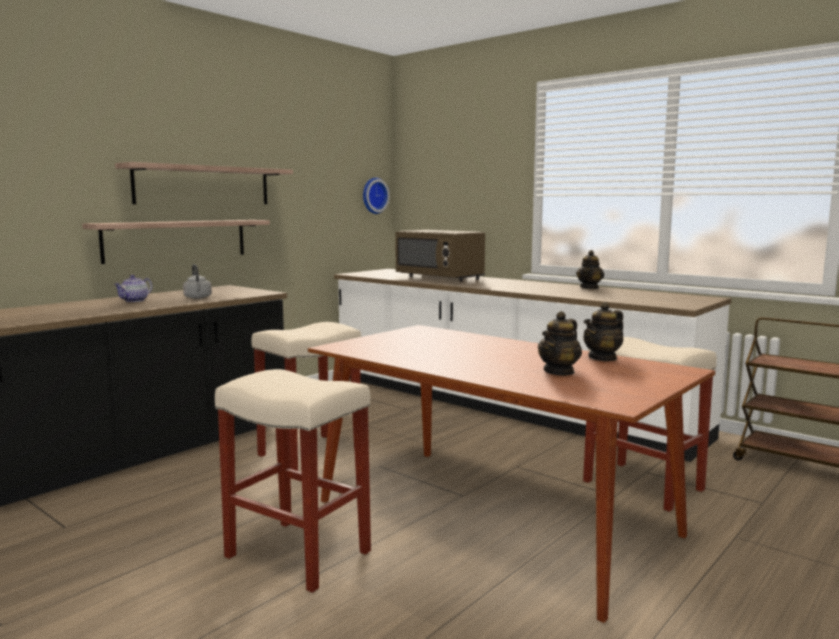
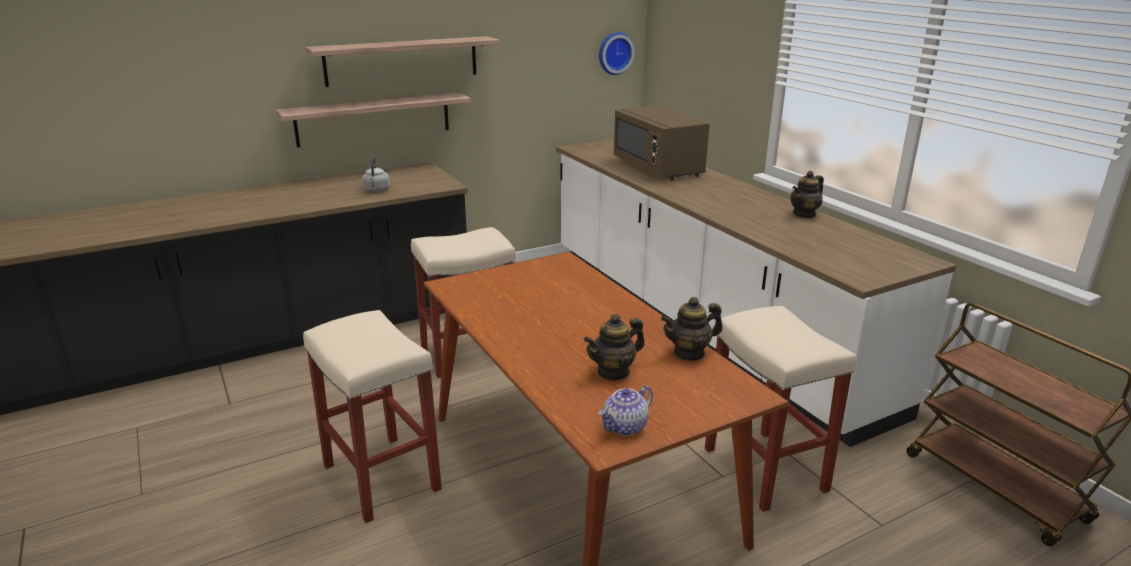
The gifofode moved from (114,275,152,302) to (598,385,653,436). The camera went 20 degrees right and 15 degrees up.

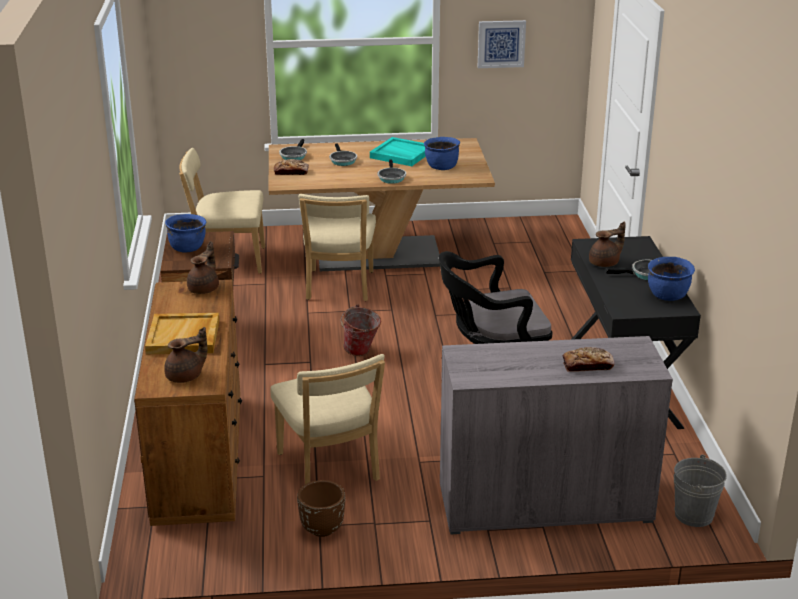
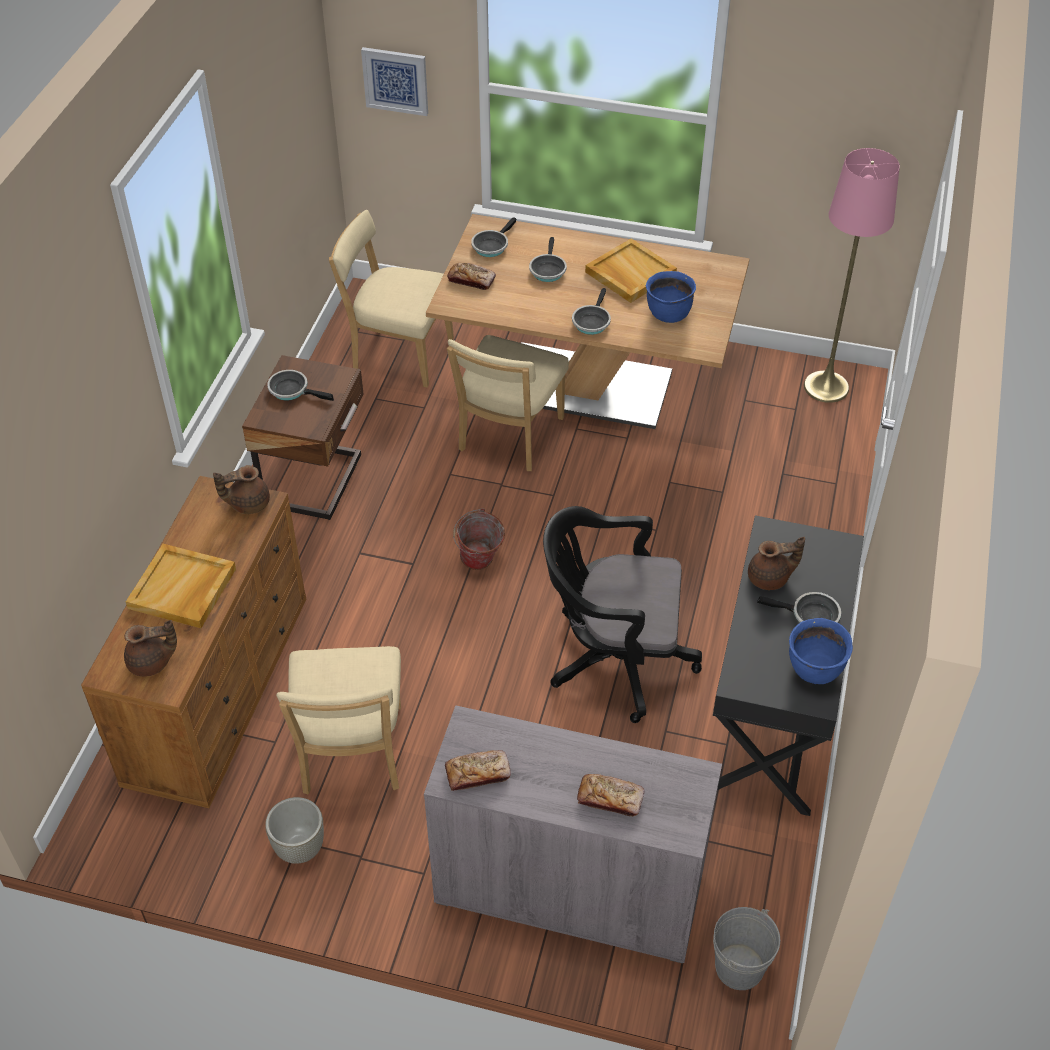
The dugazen moved from (478,20,526,68) to (361,47,428,116). The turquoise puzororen at (370,137,426,166) became the beige puzororen at (585,238,677,303). The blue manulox at (165,214,206,252) was replaced by the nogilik at (267,370,334,401). The brown gifofode at (187,241,219,294) turned 150 degrees counterclockwise. The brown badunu at (297,480,345,537) became the grey badunu at (265,797,324,864). The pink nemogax at (804,148,900,403) appeared. The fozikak at (445,750,511,791) appeared. The camera went 20 degrees right and 20 degrees up.

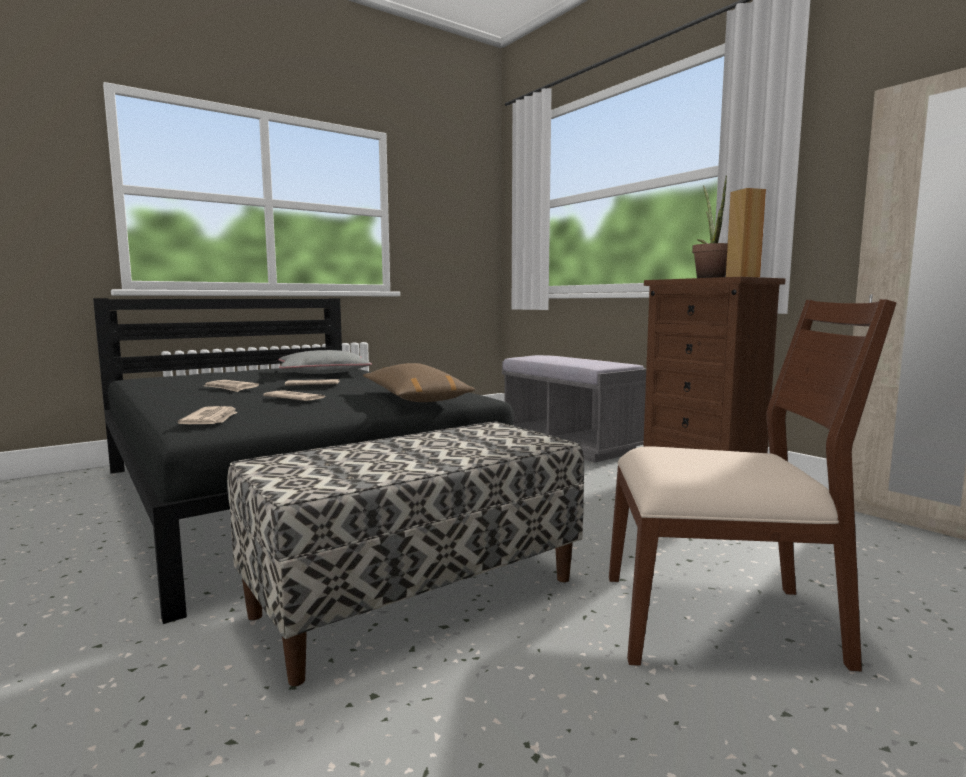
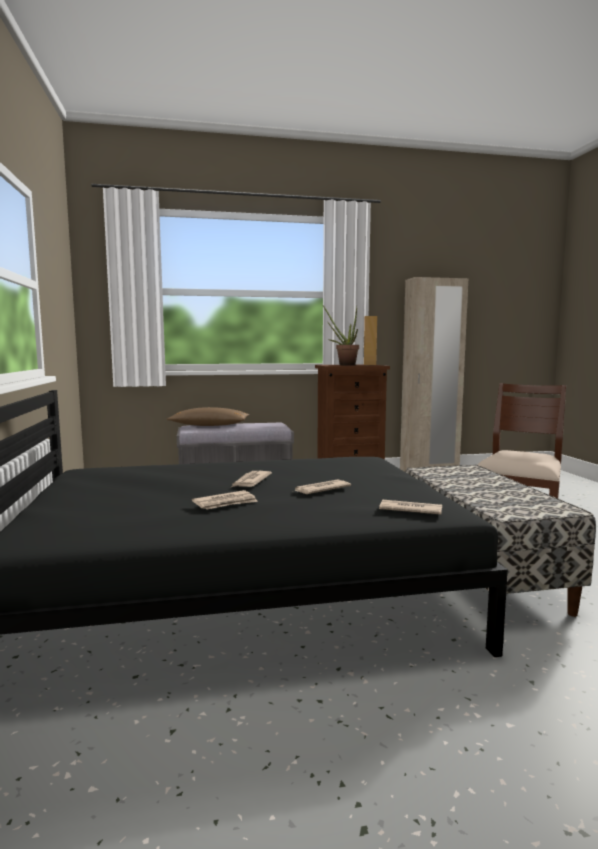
The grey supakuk at (278,350,372,374) disappeared. The brown supakuk moved from (363,363,475,402) to (166,407,250,426). The camera went 65 degrees left and 0 degrees up.

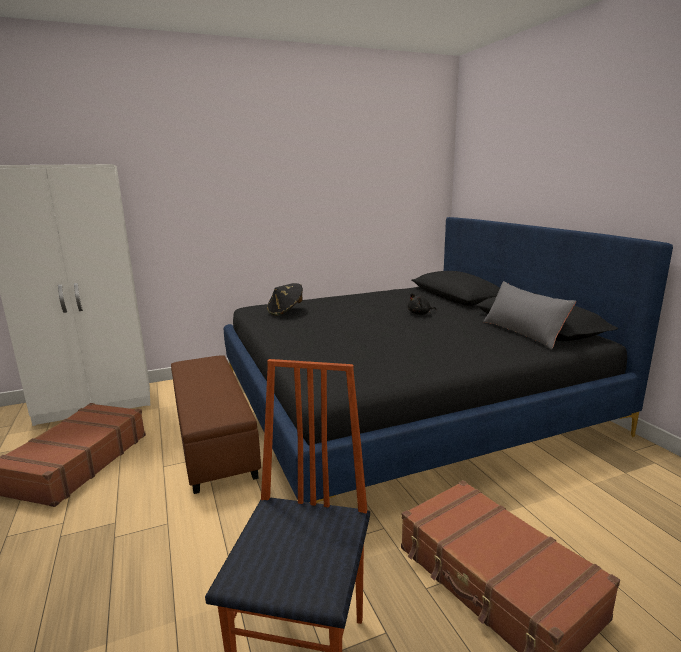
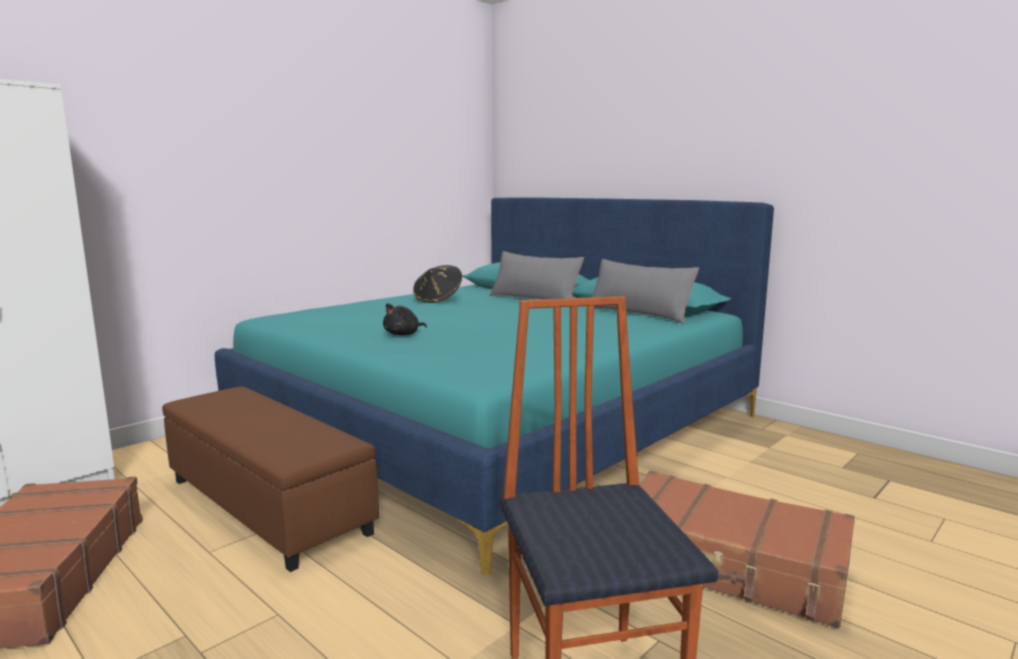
The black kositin at (224,217,673,503) became the turquoise kositin at (215,197,774,576). The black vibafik moved from (267,283,303,315) to (413,265,462,303). The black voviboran moved from (408,293,437,315) to (383,303,427,335). The grey supakuk at (489,251,584,299) appeared. The camera went 25 degrees left and 5 degrees down.

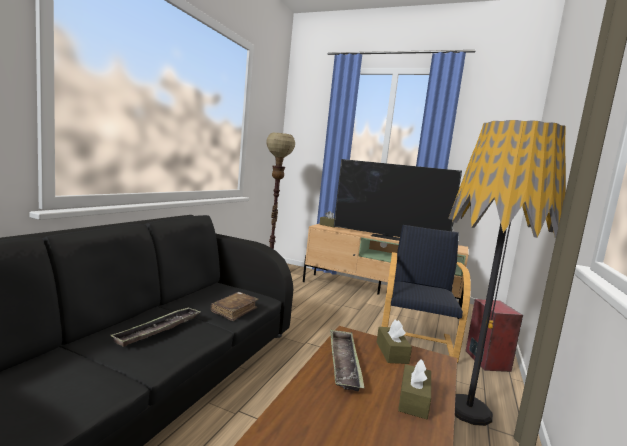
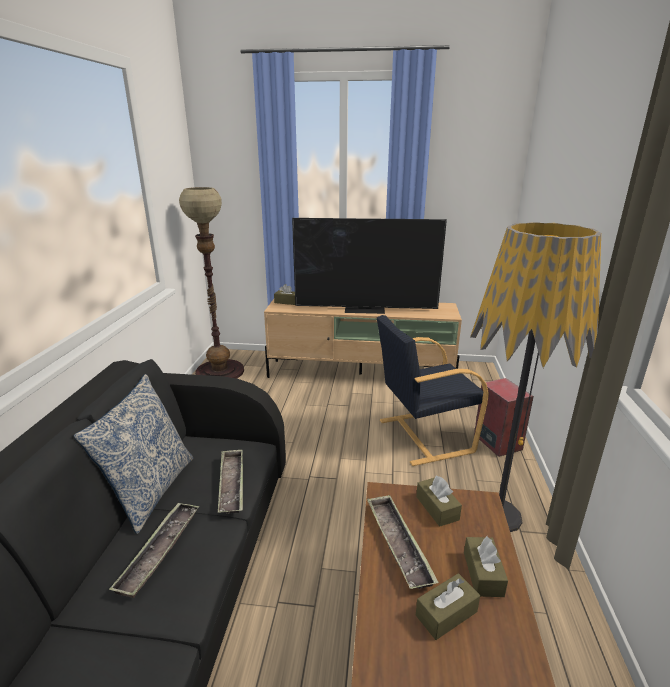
The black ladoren at (381,225,471,363) turned 105 degrees counterclockwise. The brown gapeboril at (211,292,259,321) was replaced by the puzororen at (218,449,243,514). The supakuk at (73,374,193,534) appeared. The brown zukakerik at (416,573,480,640) appeared. The camera went 15 degrees left and 15 degrees up.

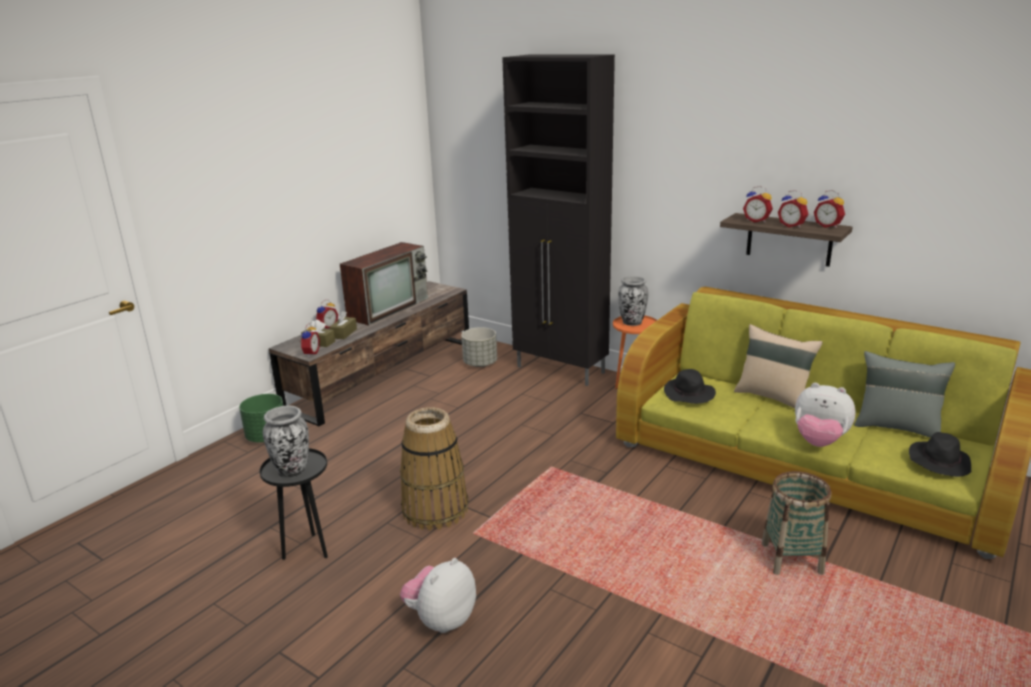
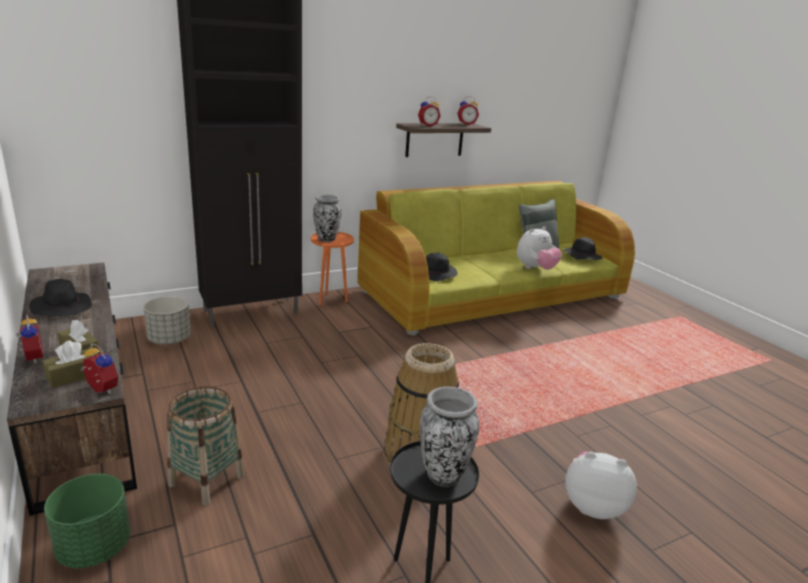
The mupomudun at (778,190,808,228) disappeared. The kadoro at (340,242,428,326) was replaced by the black vibafik at (29,279,92,317). The beige supakuk at (734,324,823,409) disappeared. The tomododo moved from (761,471,831,575) to (167,386,244,506). The voviboran at (400,558,476,633) turned 135 degrees clockwise. The camera went 65 degrees left and 0 degrees up.

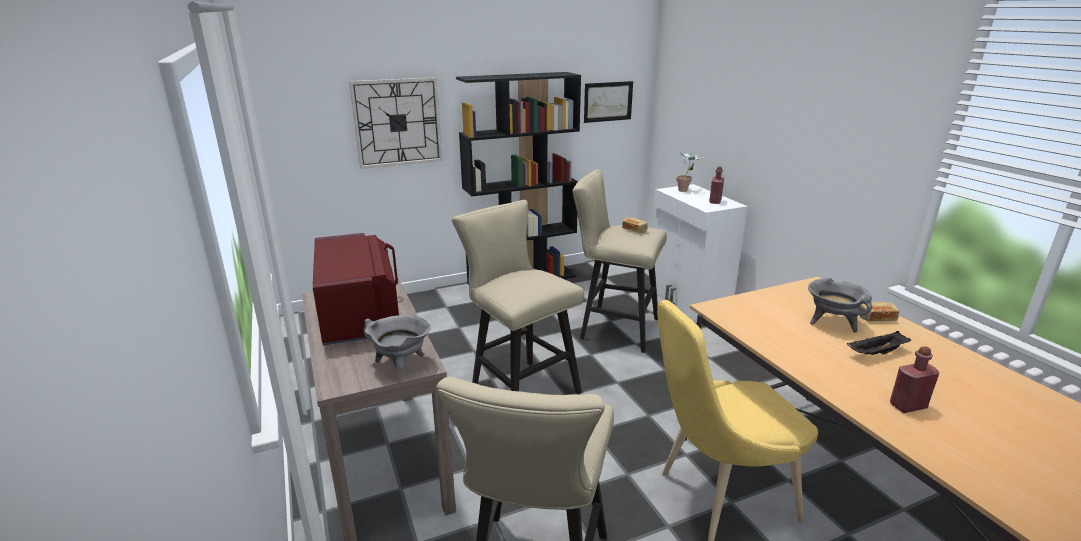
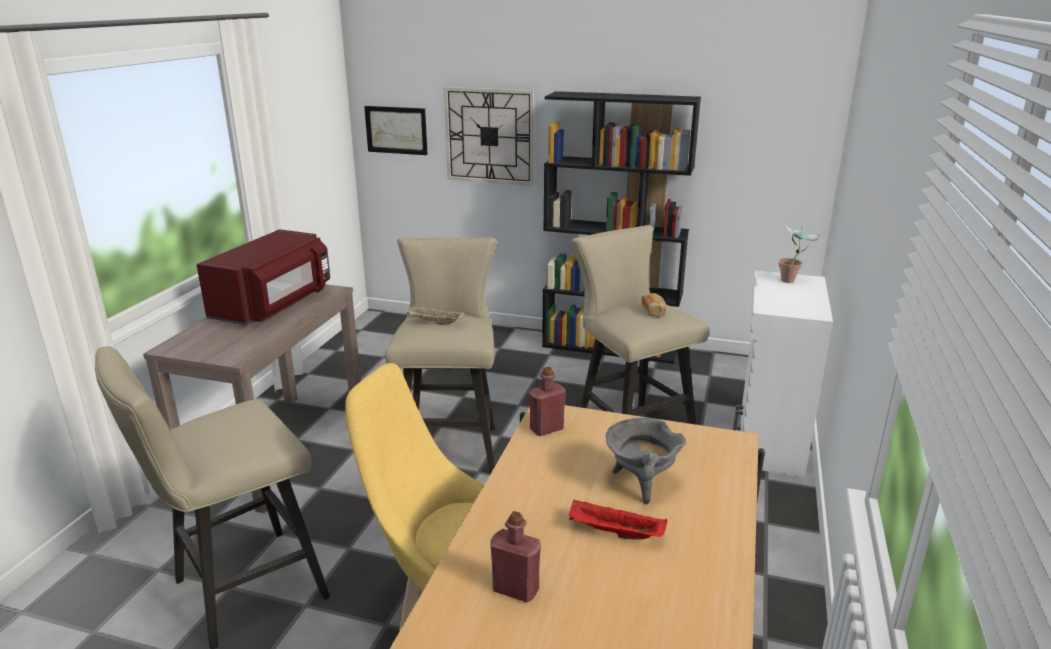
The dugazen moved from (584,81,633,123) to (364,106,428,155). The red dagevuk moved from (709,166,724,204) to (529,367,566,436). The fozikak at (860,302,899,321) disappeared. The grey manulox at (364,315,431,369) disappeared. The black puzororen at (847,331,911,355) became the red puzororen at (569,499,667,540). The beige puzororen at (407,306,466,325) appeared. The camera went 40 degrees right and 0 degrees up.

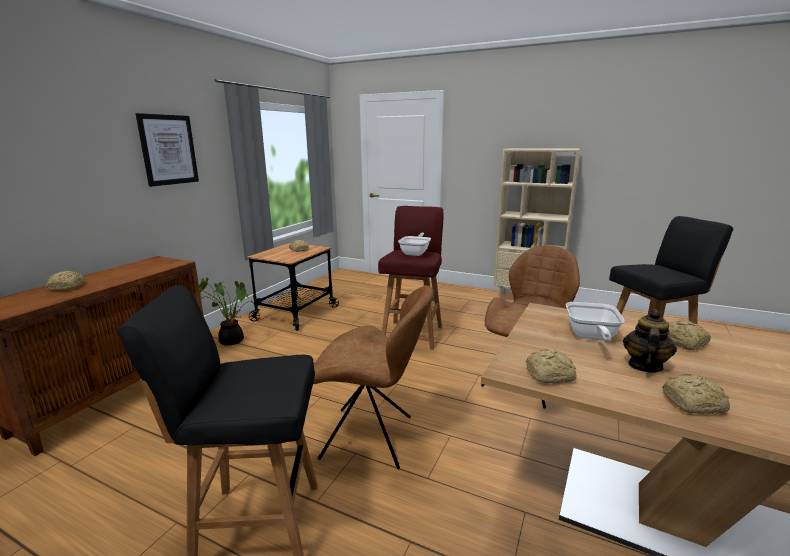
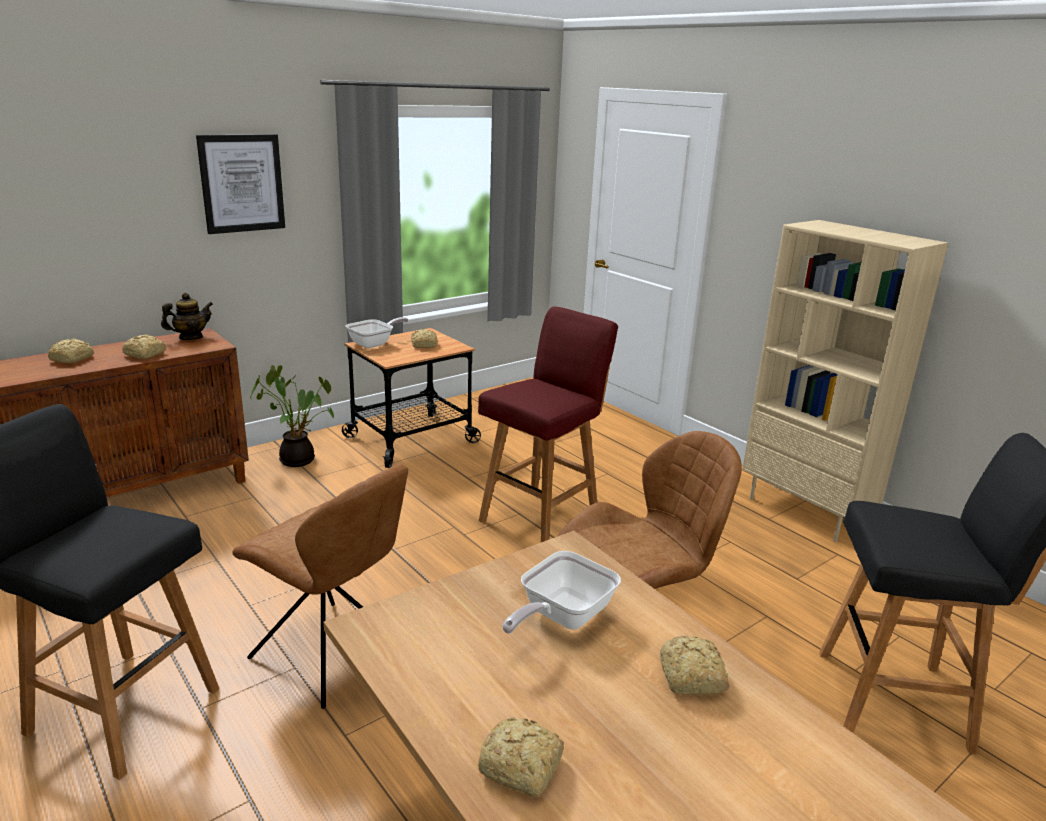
The nogilik moved from (398,233,431,256) to (346,317,408,348). The gifofode moved from (623,309,677,372) to (161,293,213,340). The fozikak moved from (526,349,577,383) to (122,334,166,359). The camera went 25 degrees right and 5 degrees up.

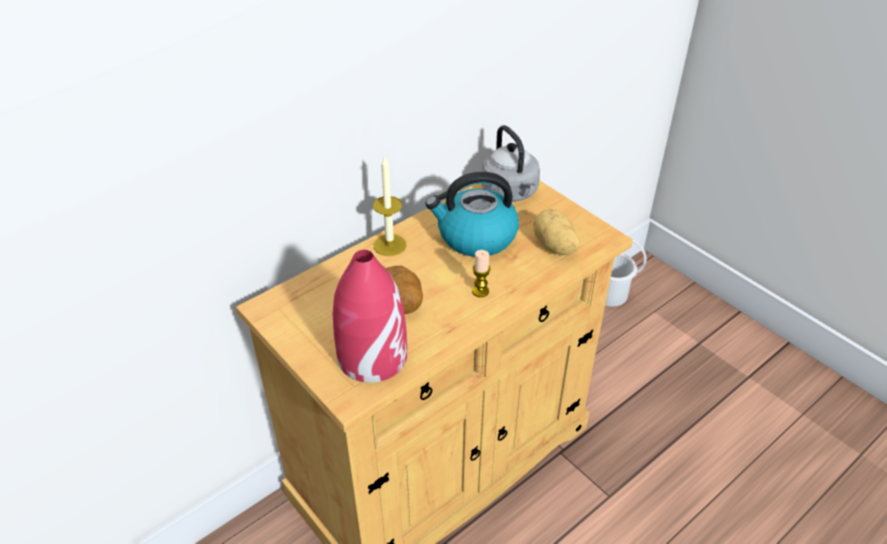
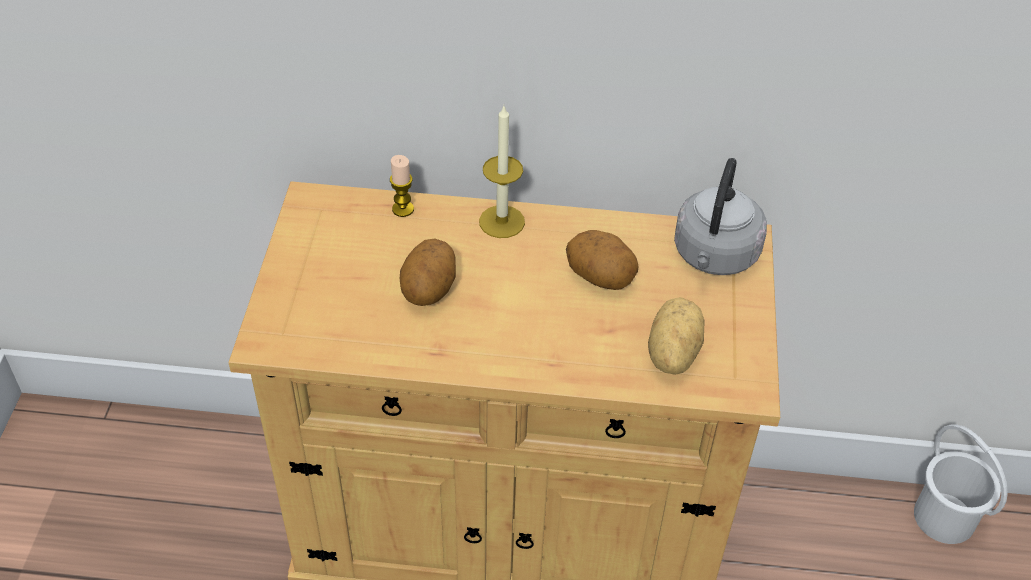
The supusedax at (425,172,519,257) was replaced by the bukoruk at (566,230,639,290). The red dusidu at (333,250,407,383) disappeared. The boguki moved from (472,250,491,297) to (390,155,414,217). The camera went 45 degrees right and 5 degrees up.

